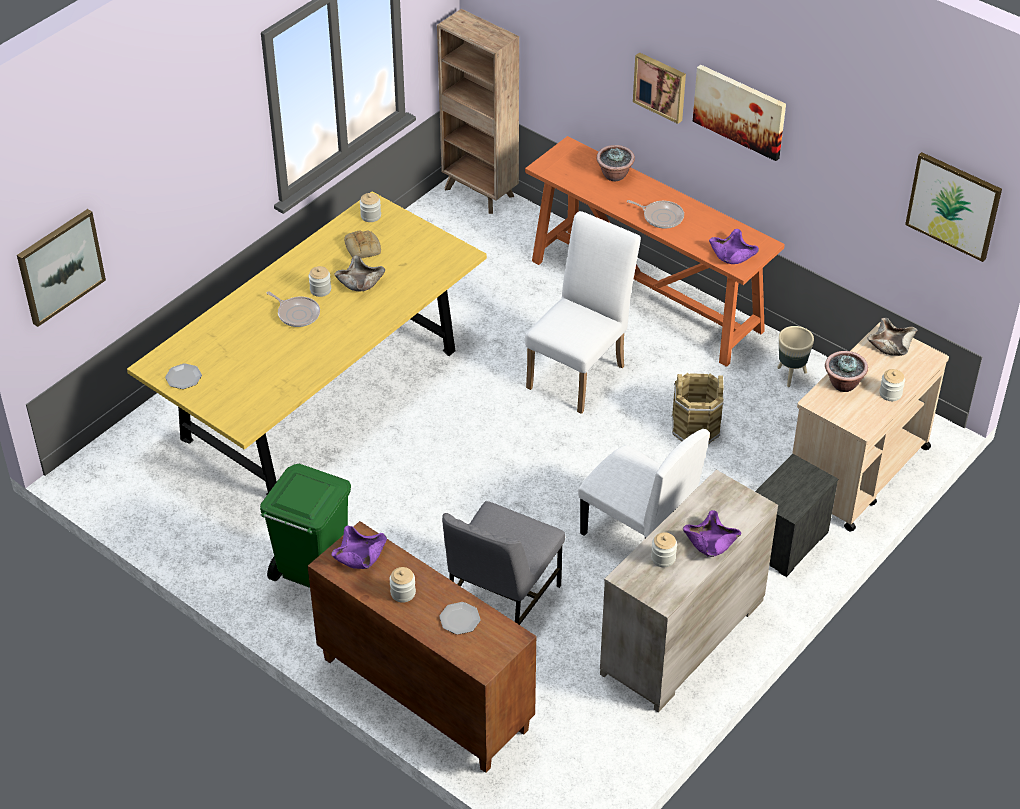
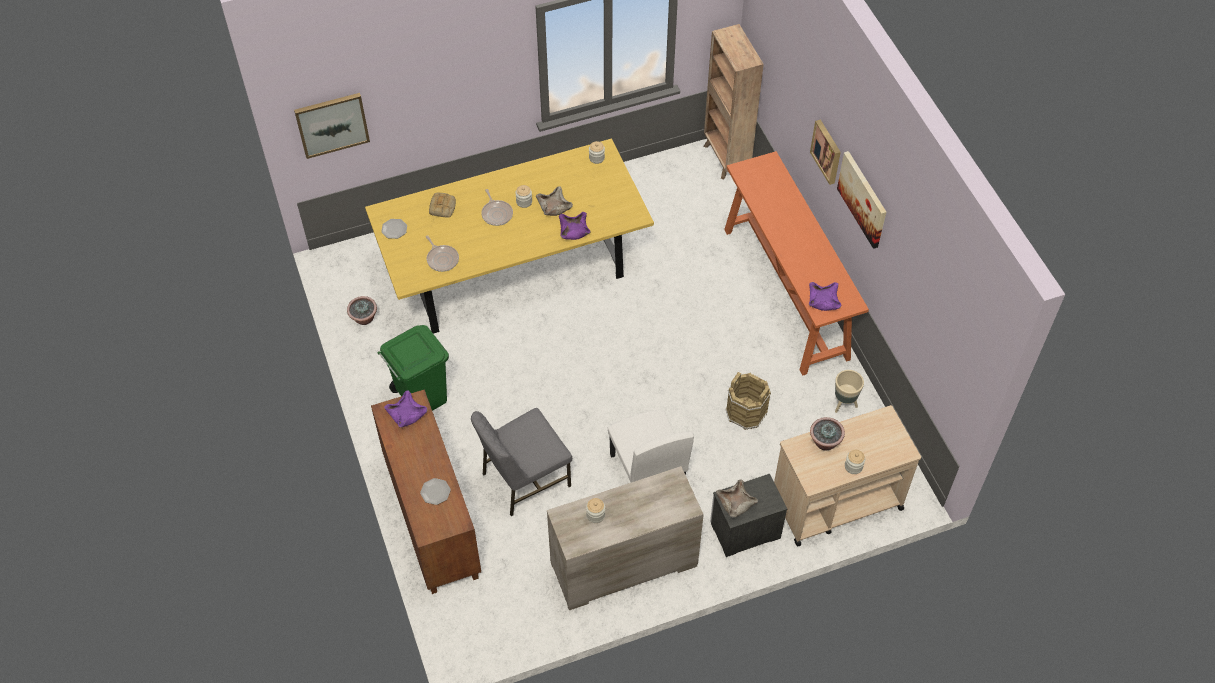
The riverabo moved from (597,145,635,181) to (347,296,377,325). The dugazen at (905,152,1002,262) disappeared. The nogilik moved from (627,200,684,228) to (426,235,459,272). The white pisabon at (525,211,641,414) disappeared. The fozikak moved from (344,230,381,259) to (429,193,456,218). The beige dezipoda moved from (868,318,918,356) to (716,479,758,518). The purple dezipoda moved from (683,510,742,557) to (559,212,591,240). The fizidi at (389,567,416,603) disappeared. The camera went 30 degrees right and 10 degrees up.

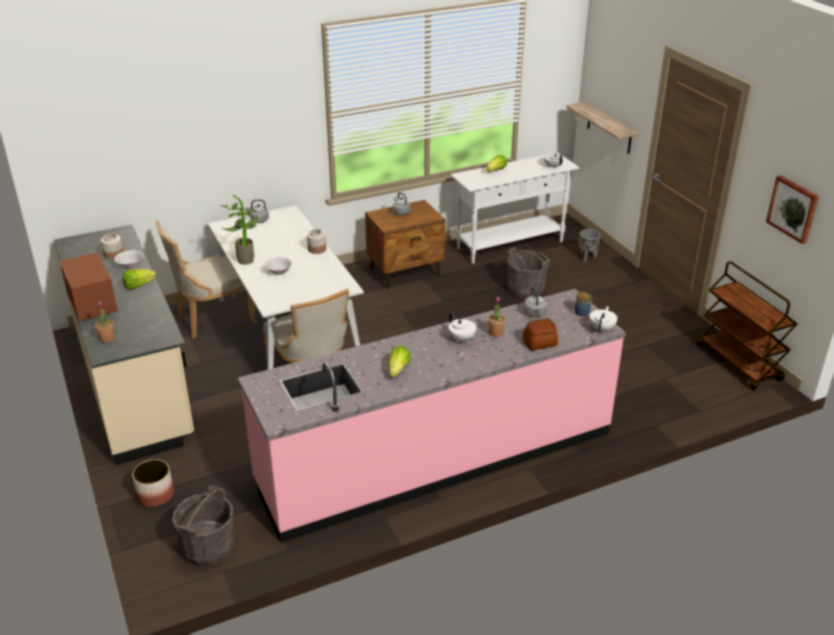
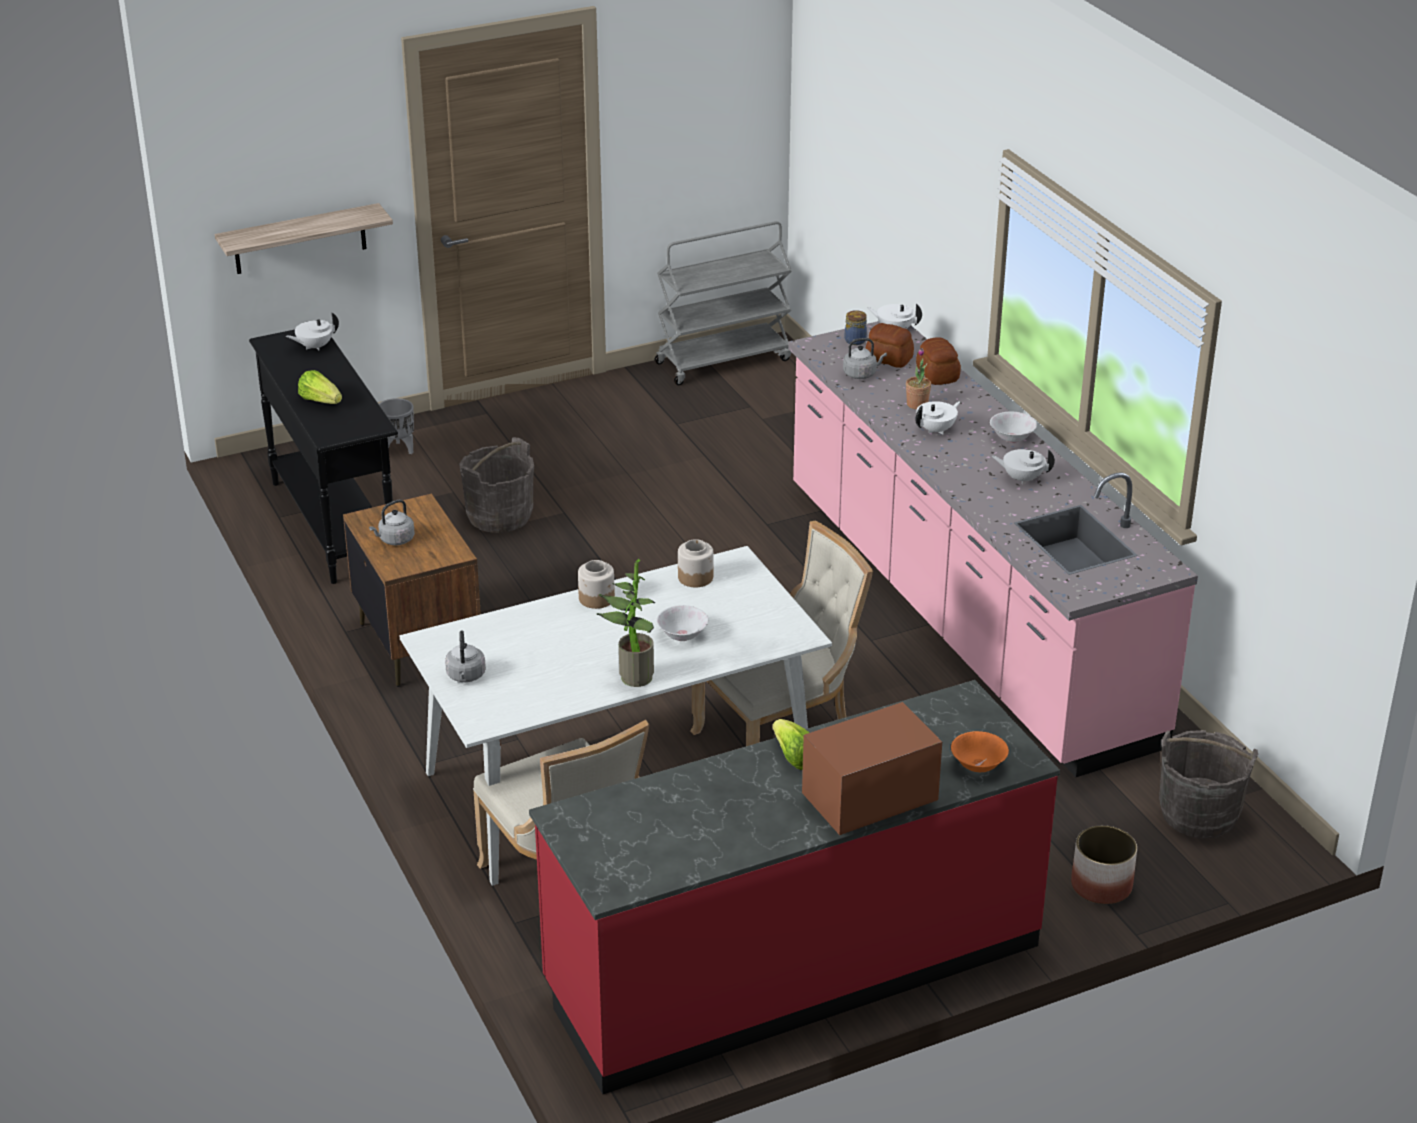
The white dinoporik at (450,152,579,264) became the black dinoporik at (249,330,398,584). The dugazen at (766,176,819,244) disappeared. The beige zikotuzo at (54,224,194,465) became the red zikotuzo at (529,680,1060,1094). The fizidi moved from (101,233,123,260) to (678,539,713,587). The white dezipoda moved from (114,250,143,269) to (990,411,1037,443). The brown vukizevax at (696,261,797,391) became the grey vukizevax at (654,221,792,385). The riverabo at (95,301,114,343) was replaced by the orange dezipoda at (951,731,1009,772). The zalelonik at (389,346,411,377) was replaced by the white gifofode at (992,449,1055,484). The fozikak at (865,323,914,368) appeared. The camera went 90 degrees left and 0 degrees up.

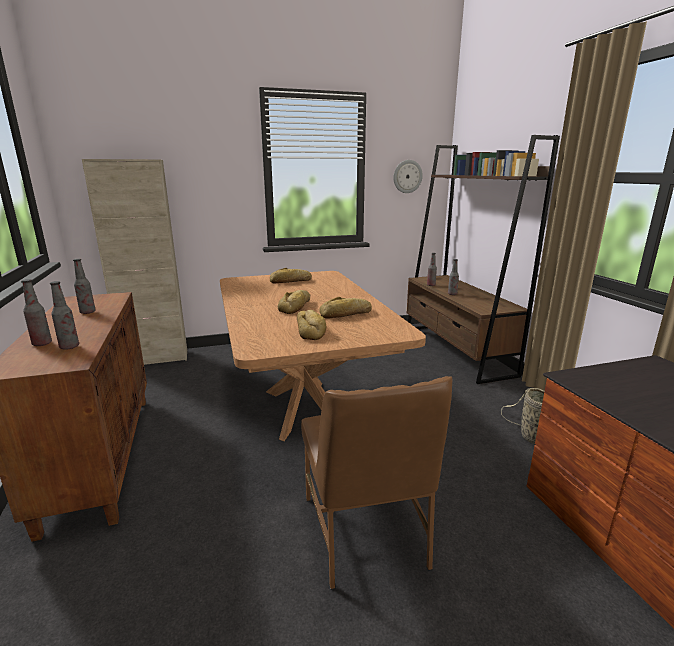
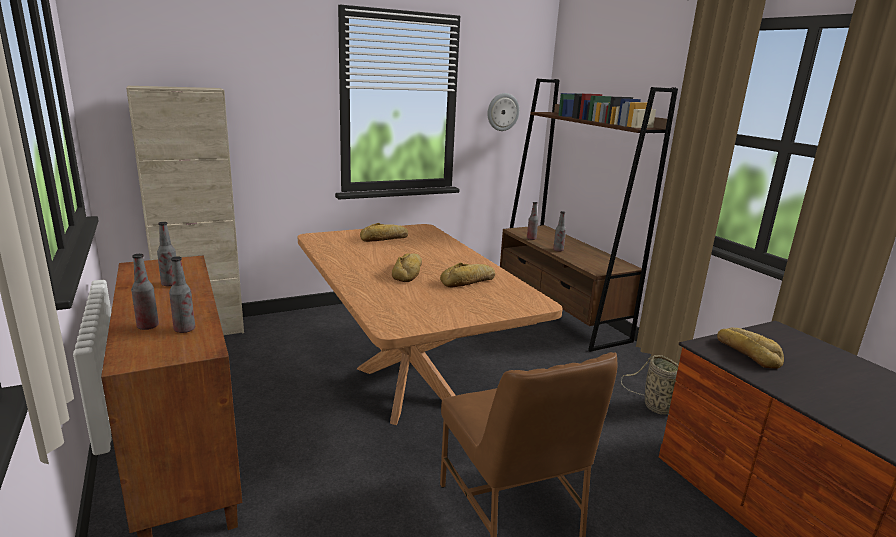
The fozikak moved from (297,310,326,340) to (717,328,784,369). The camera went 10 degrees left and 0 degrees up.

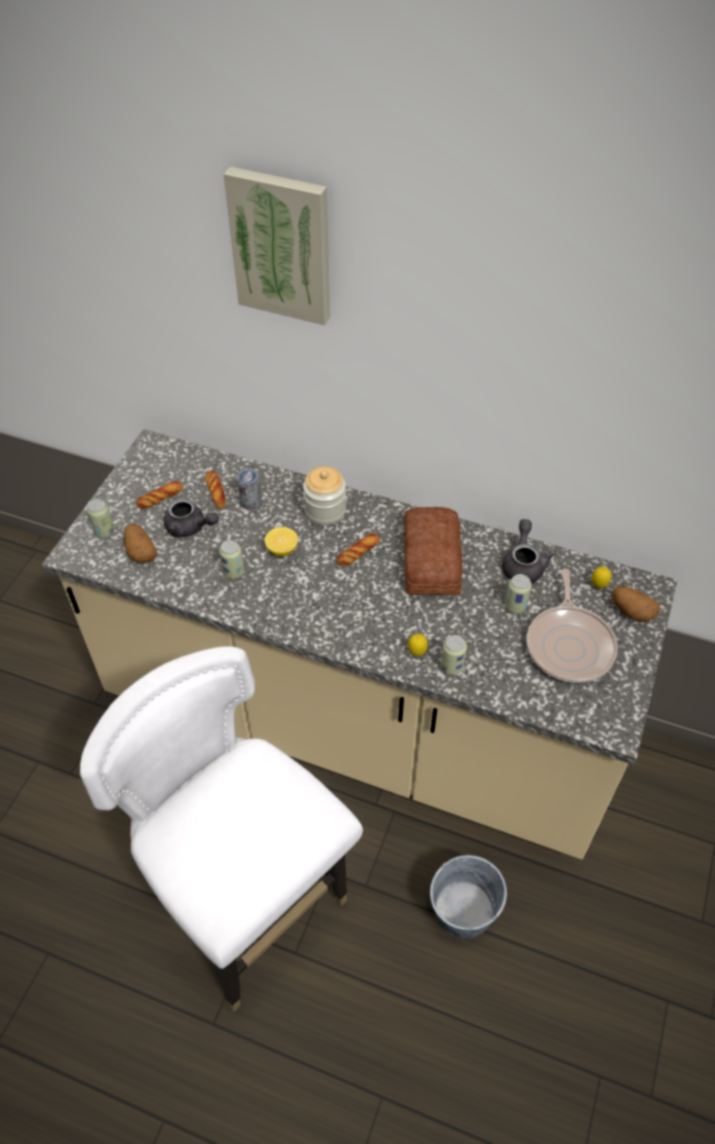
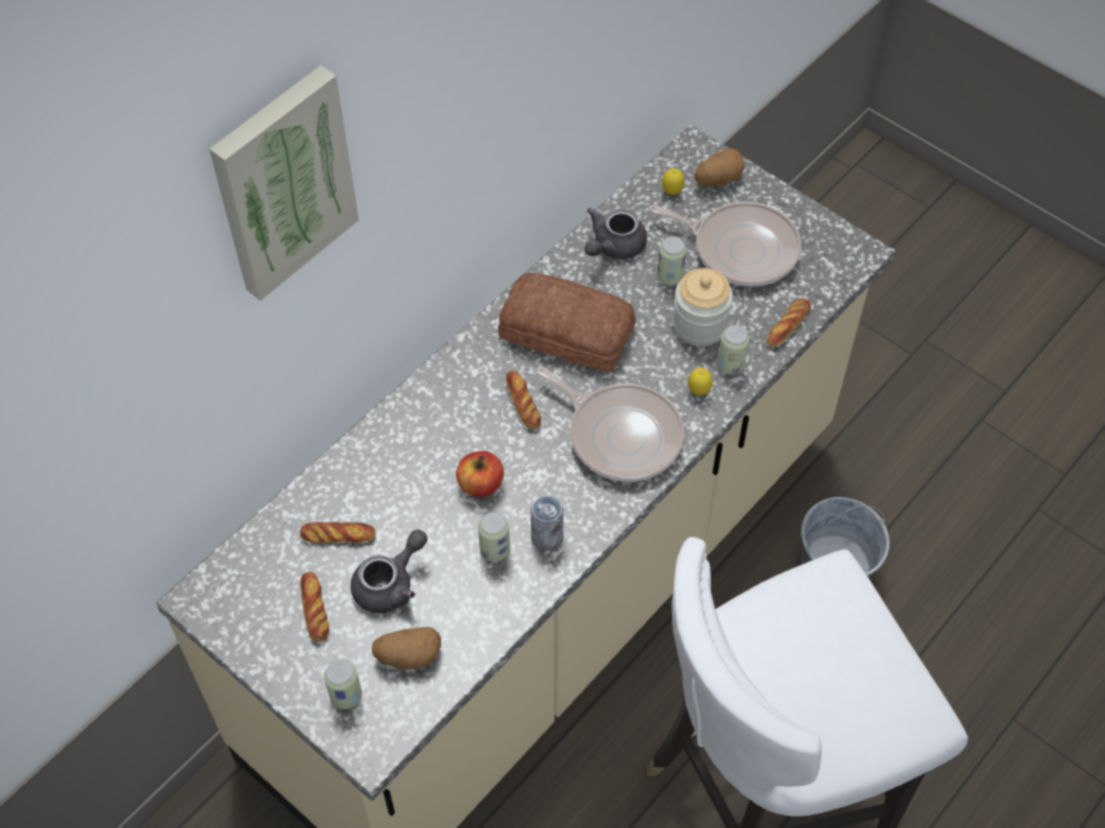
The fizidi moved from (303,466,346,526) to (673,268,733,346). The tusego moved from (237,469,262,510) to (531,496,564,550). The grey gifofode at (502,519,556,583) turned 75 degrees counterclockwise. The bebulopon at (265,527,298,556) was replaced by the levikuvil at (456,451,504,497). The fozikak at (767,298,811,347) appeared. The nogilik at (537,366,684,482) appeared. The camera went 70 degrees left and 5 degrees up.

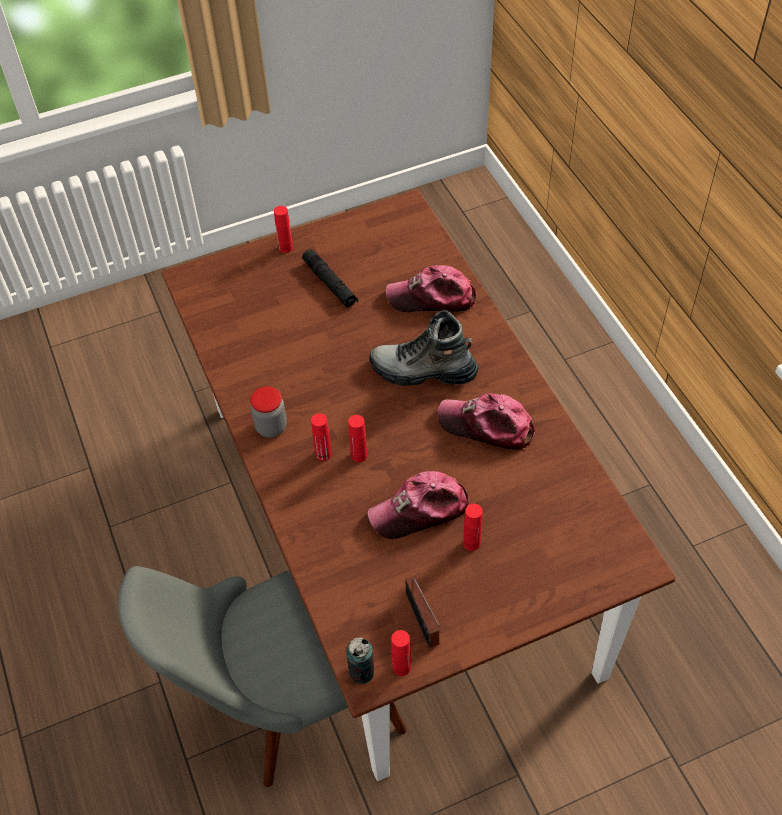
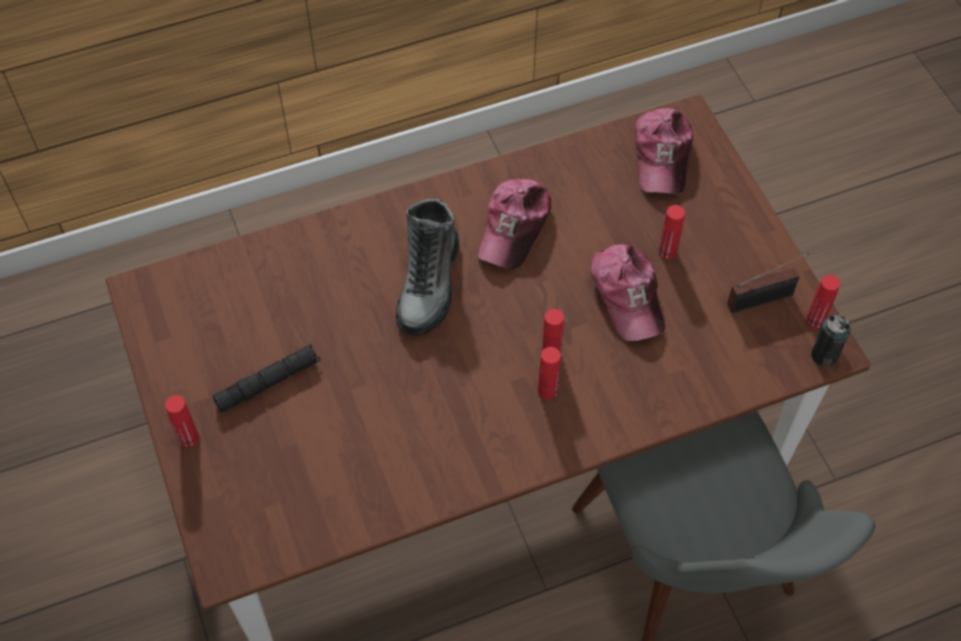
The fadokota moved from (386,265,476,312) to (635,108,693,194). The fizidi at (250,387,287,437) disappeared. The camera went 90 degrees left and 5 degrees up.

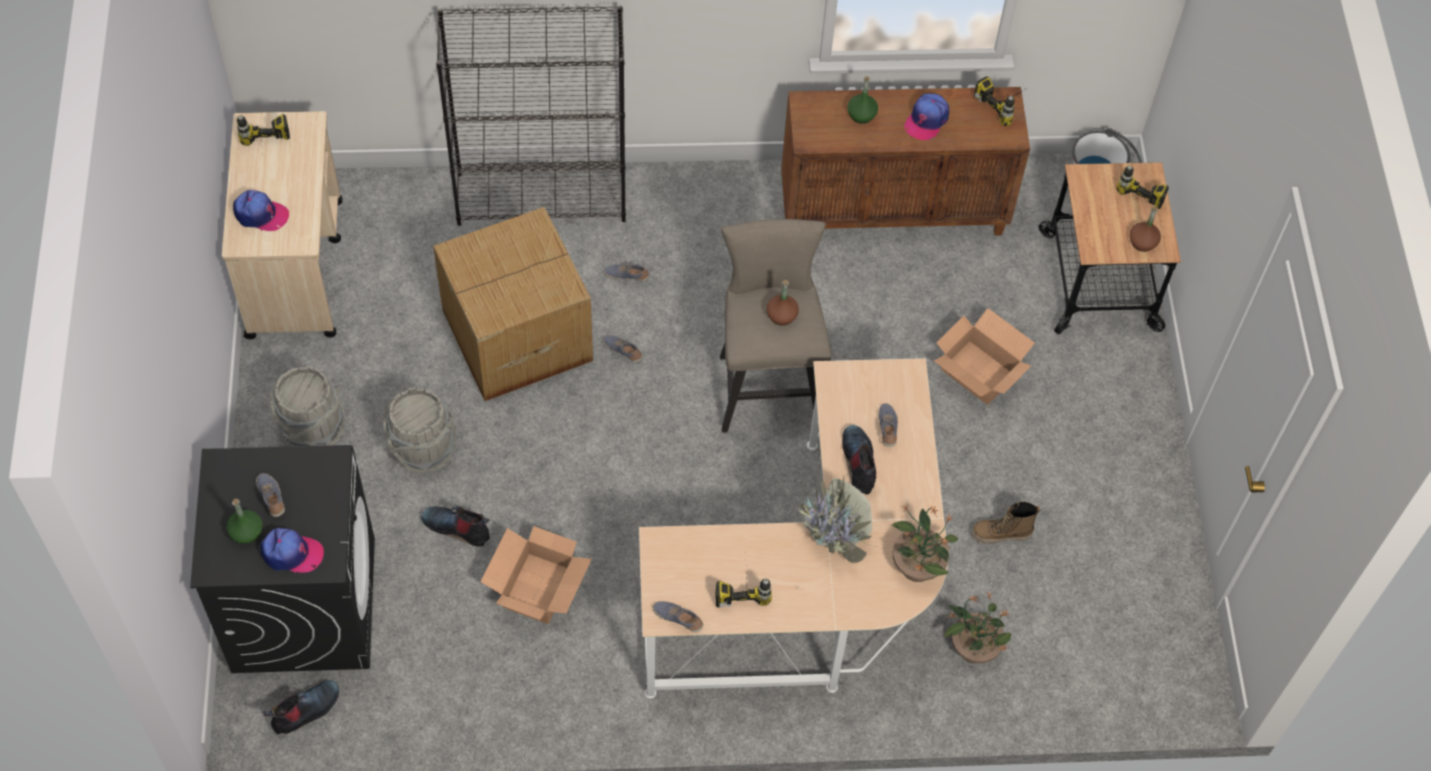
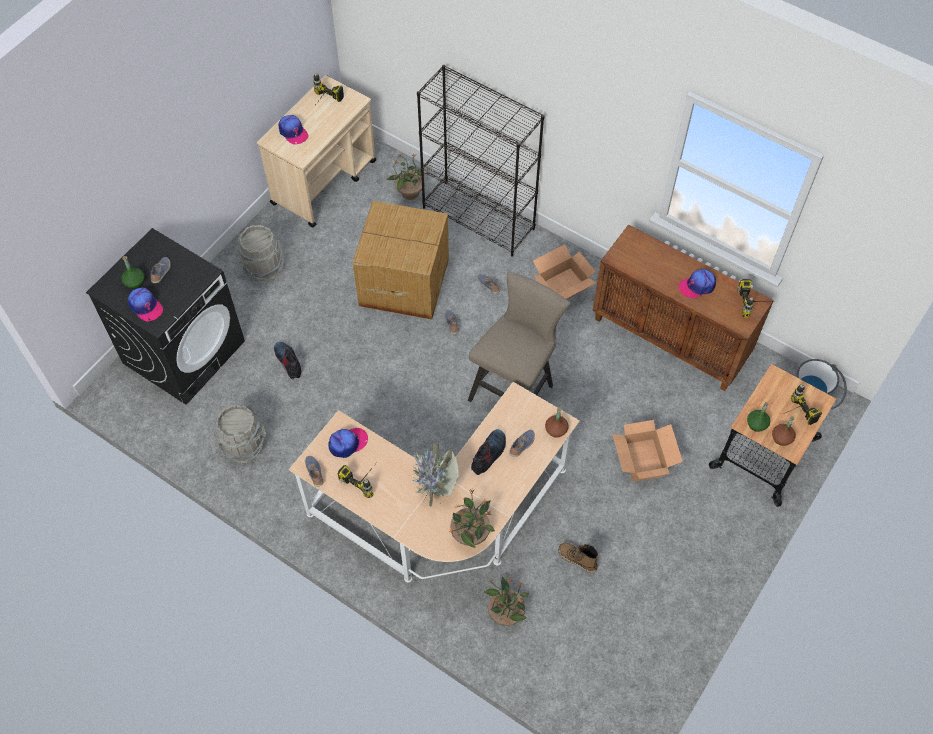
The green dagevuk moved from (847,76,878,124) to (747,402,770,432). The brown dagevuk moved from (766,280,799,326) to (545,407,568,438). The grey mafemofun moved from (383,387,455,473) to (214,405,266,463). The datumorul moved from (481,526,592,624) to (533,244,597,299). The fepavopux at (263,680,339,734) disappeared. The riverabo at (386,153,428,200) appeared. The fadokota at (328,428,368,458) appeared. The camera went 40 degrees right and 0 degrees up.

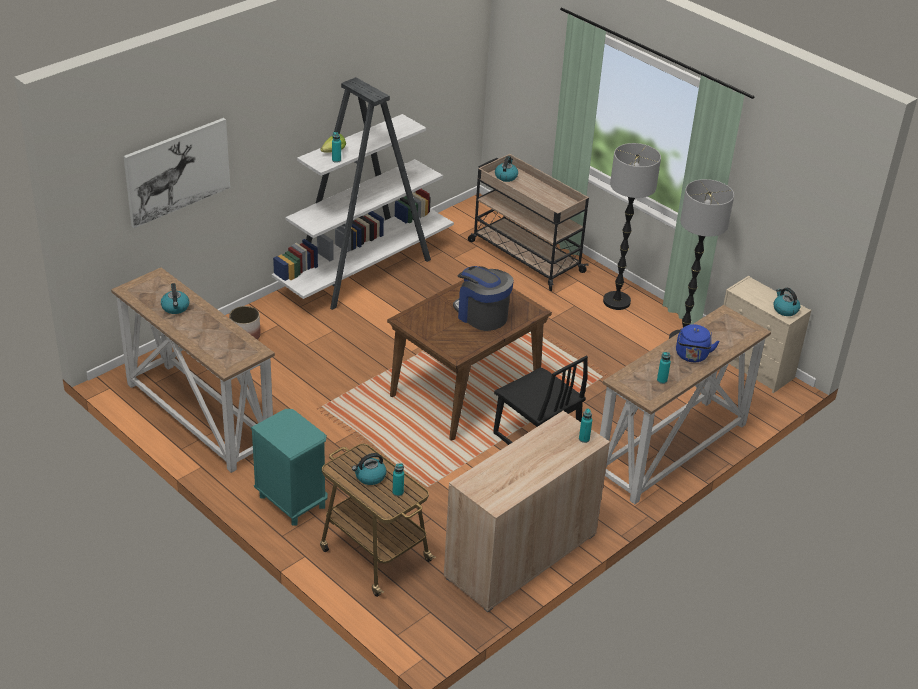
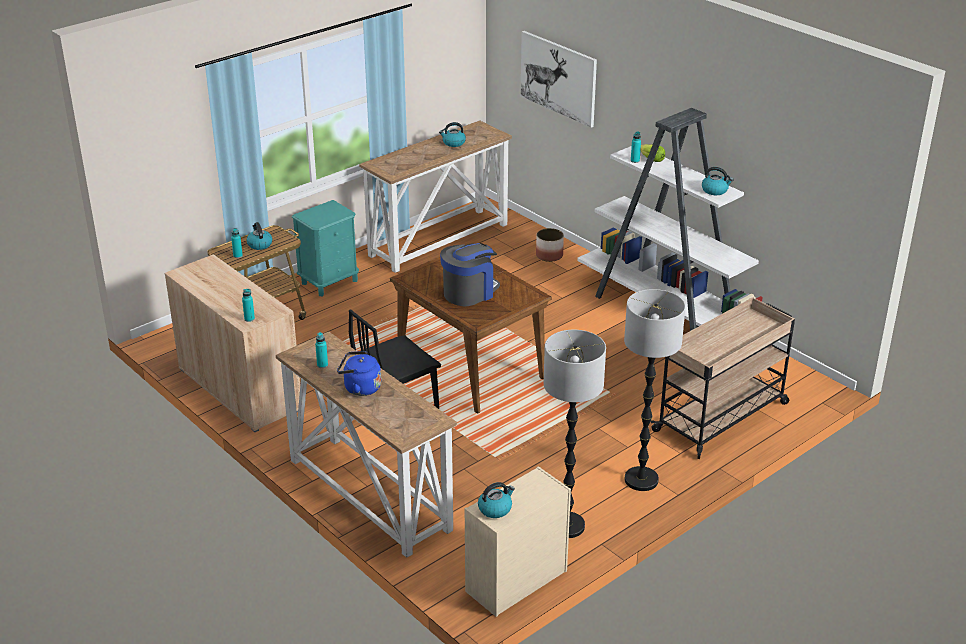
The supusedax moved from (495,156,518,182) to (702,167,734,195). The camera went 95 degrees right and 5 degrees down.

